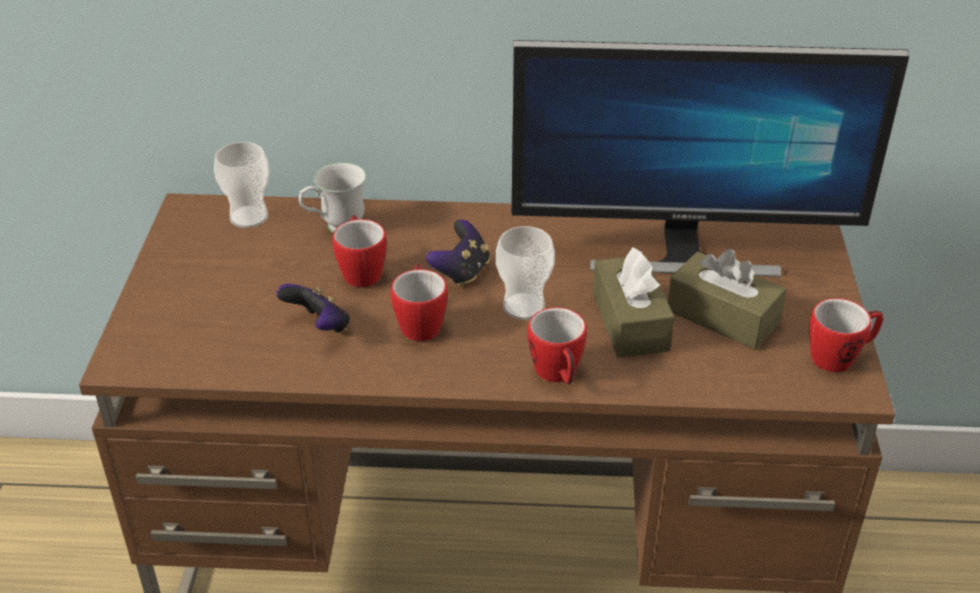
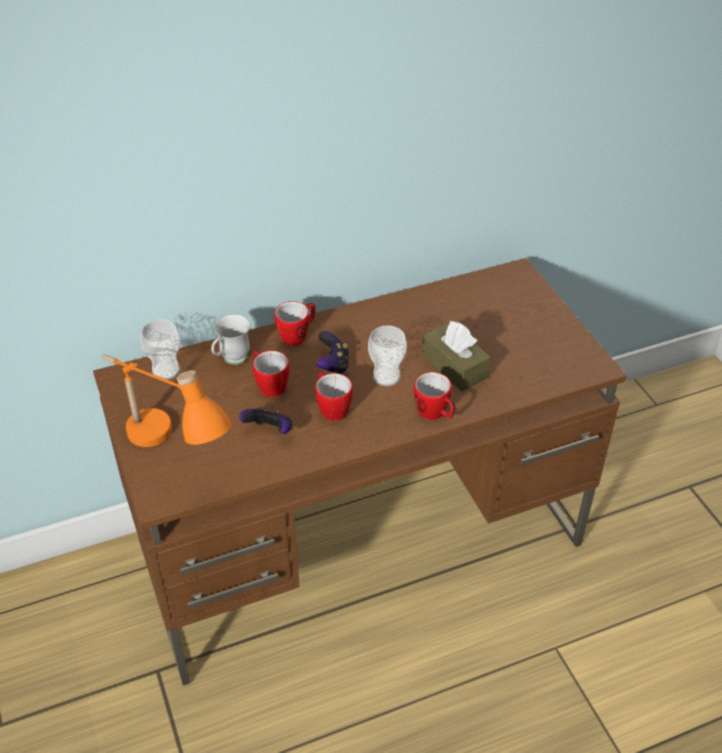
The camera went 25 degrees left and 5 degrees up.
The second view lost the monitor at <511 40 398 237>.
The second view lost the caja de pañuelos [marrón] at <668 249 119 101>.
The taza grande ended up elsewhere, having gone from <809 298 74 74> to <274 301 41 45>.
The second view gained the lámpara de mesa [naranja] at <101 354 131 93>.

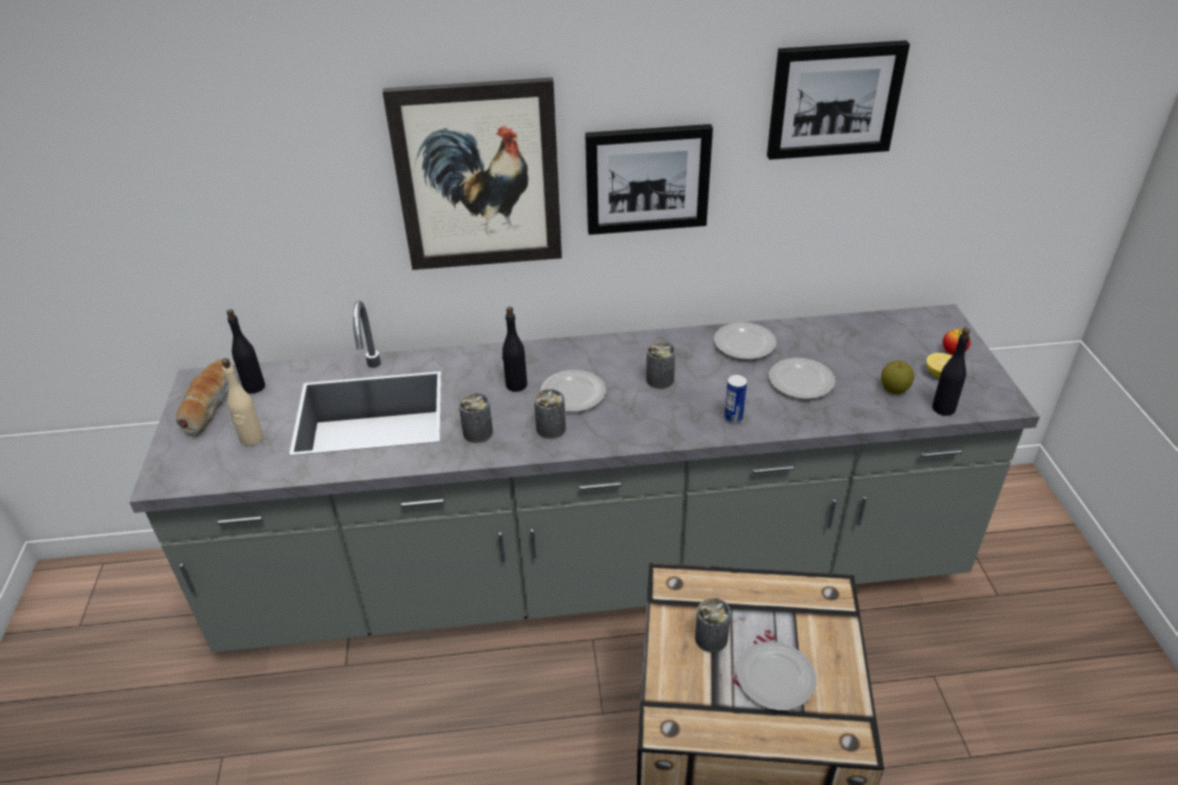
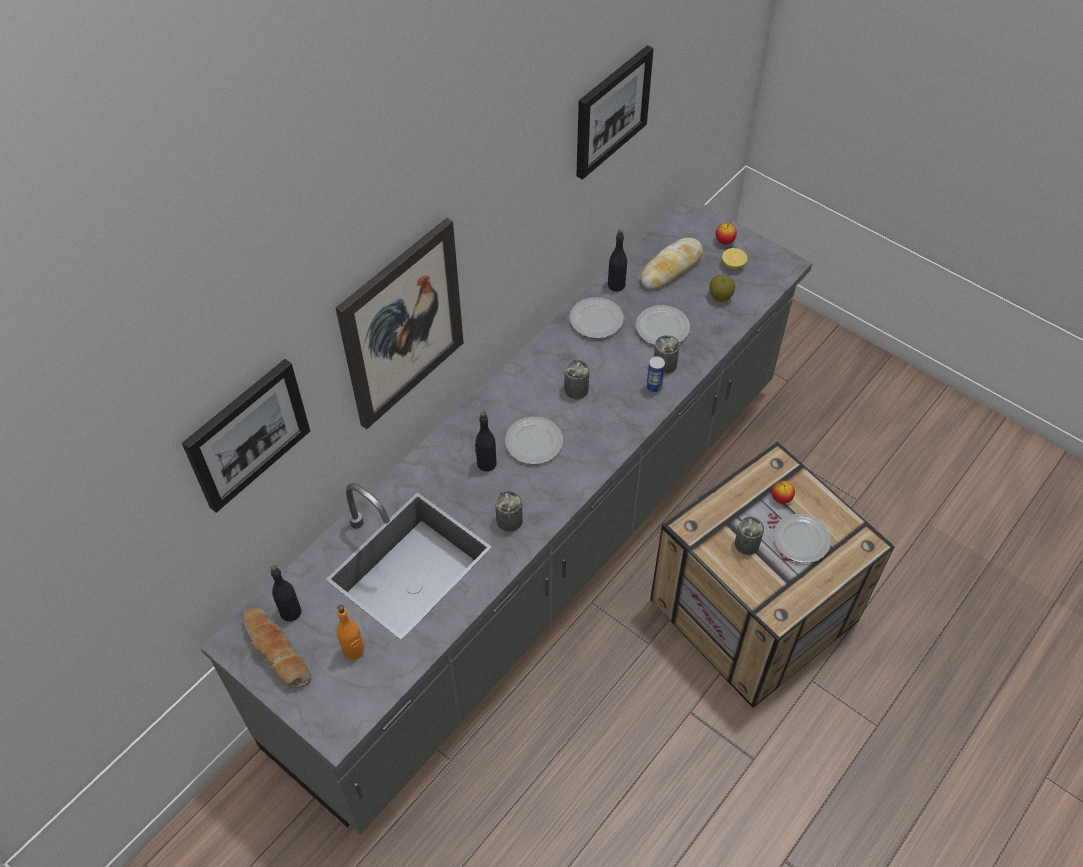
The camera went 45 degrees left and 15 degrees up.
What was the botella [beis] at <222 358 41 88> turned into the botella [naranja] at <337 605 27 55>.
The lata ended up elsewhere, having gone from <534 389 32 50> to <654 335 26 39>.
The cuadro ended up elsewhere, having gone from <585 124 128 111> to <182 359 128 154>.
The botella [negro] ended up elsewhere, having gone from <932 328 38 88> to <608 229 19 63>.
The second view gained the pan at <640 238 63 51>.
The second view gained the manzana at <771 481 24 23>.

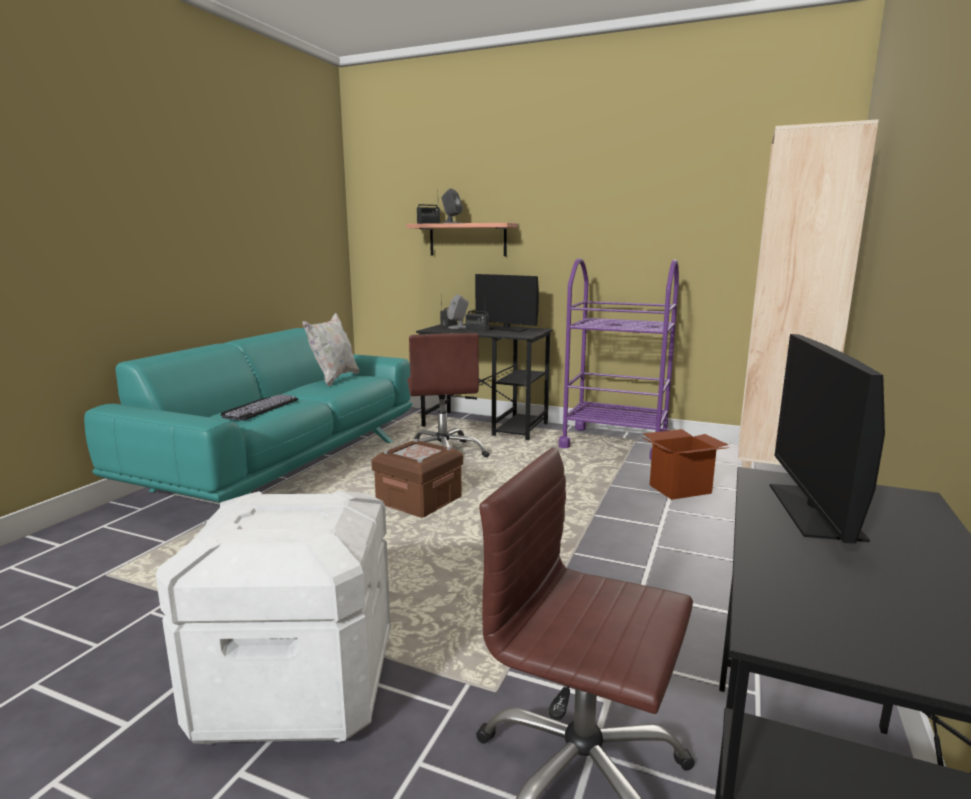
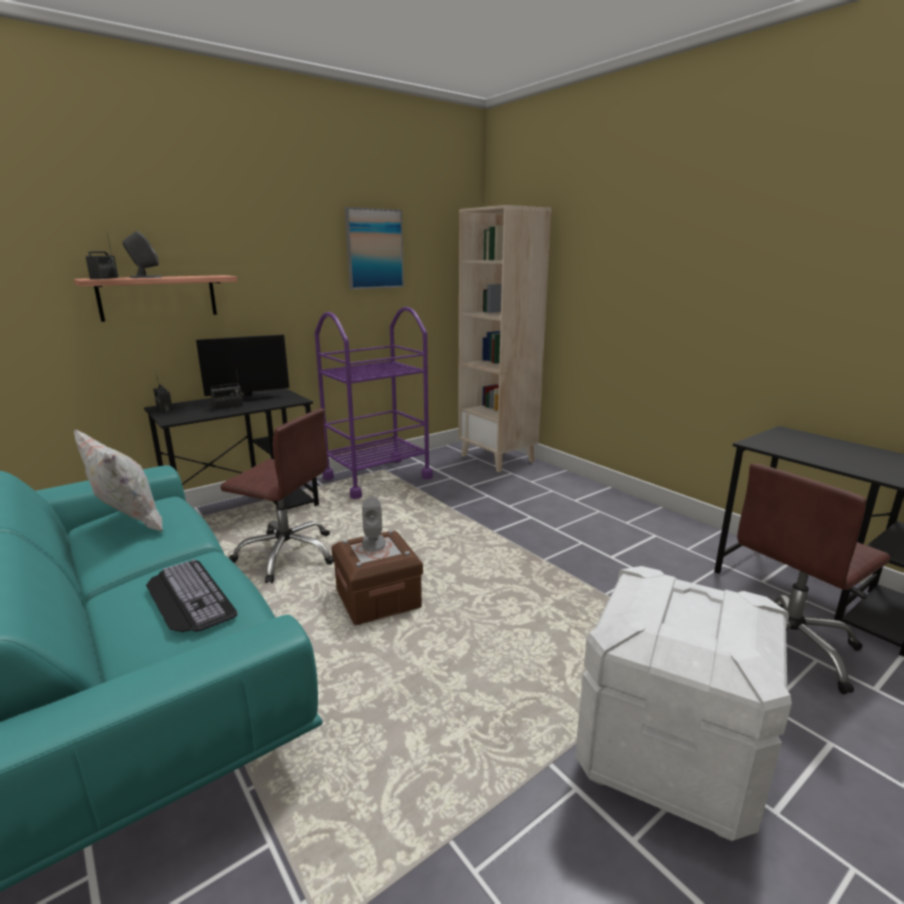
The camera went 60 degrees left and 5 degrees up.
The altavoz [gris] ended up elsewhere, having gone from <447 294 22 35> to <362 497 23 54>.
The second view lost the caja de cartón at <642 429 87 71>.
The second view lost the monitor at <770 334 115 210>.
The second view gained the cuadro at <345 207 59 83>.

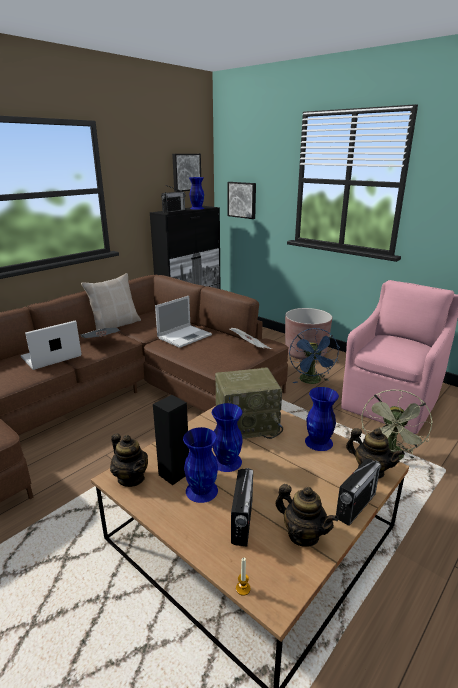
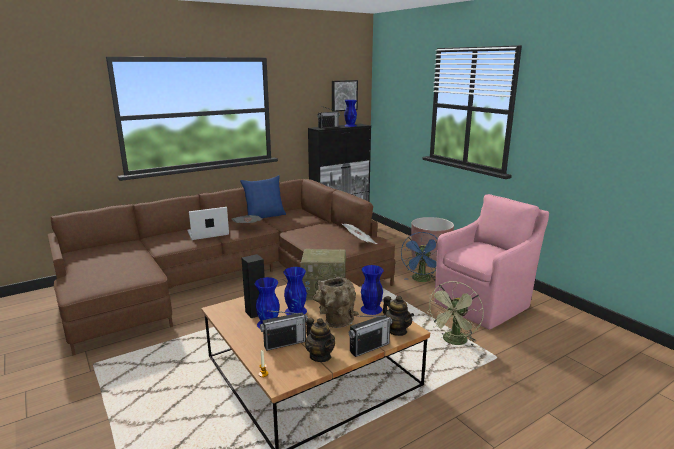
The camera went 15 degrees right and 5 degrees down.
What was the cojín [beis] at <81 273 60 57> turned into the cojín [azul] at <240 175 46 43>.
The second view lost the tetera at <110 433 38 54>.
The second view lost the portátil at <155 296 57 52>.
The second view lost the cuadro at <228 182 28 37>.
The radio at <231 468 22 79> ended up facing another way, 45 degrees clockwise from before.
The second view gained the florero [marrón] at <313 277 46 51>.

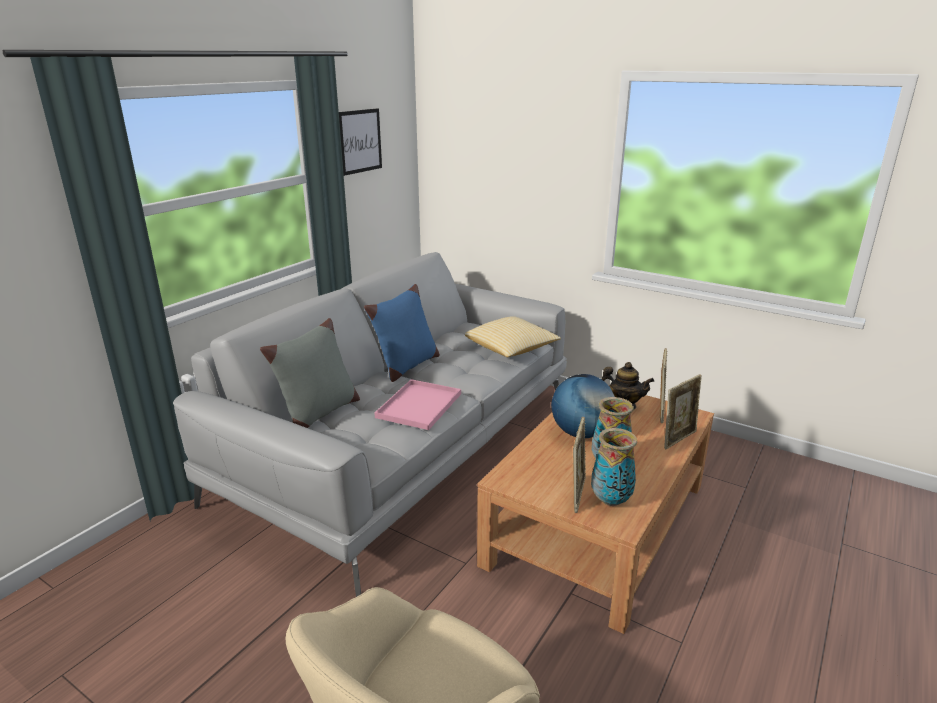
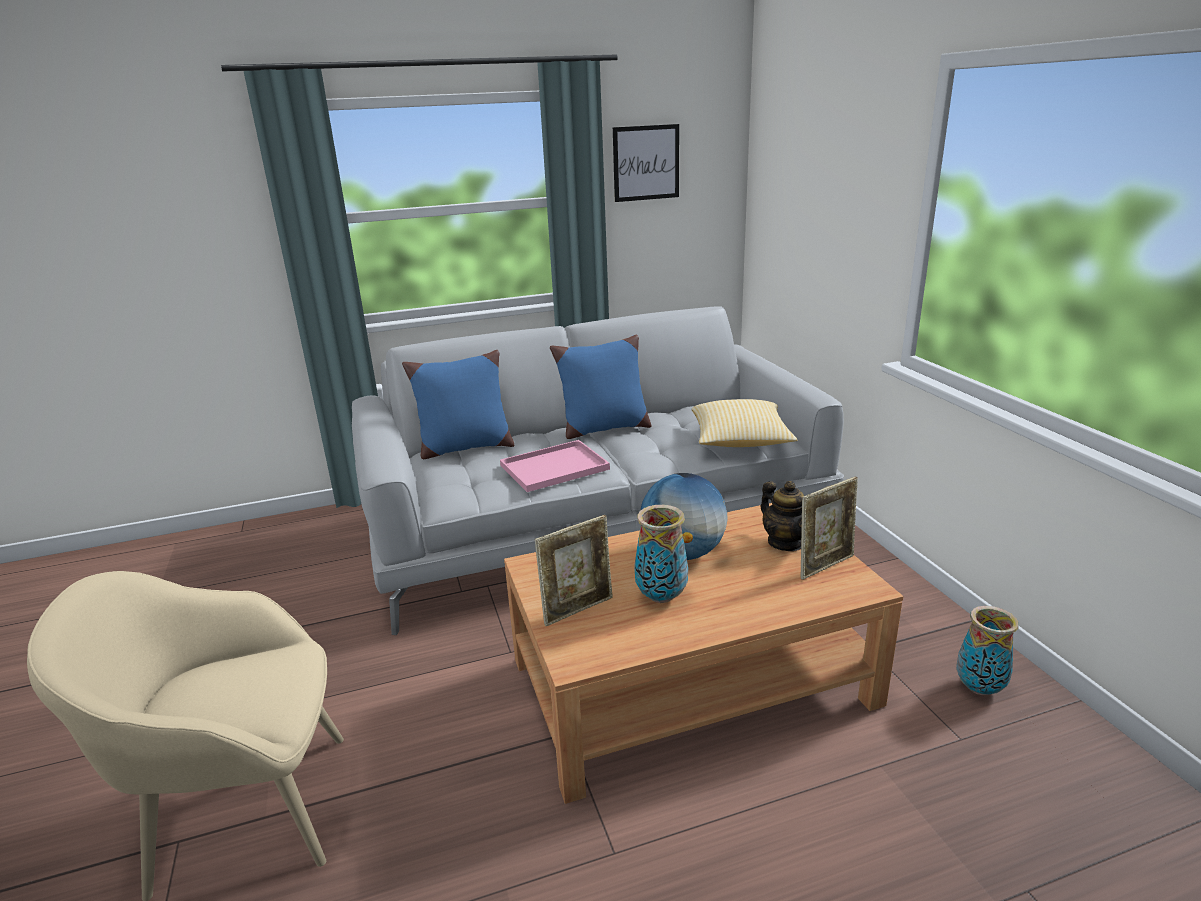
The camera went 40 degrees right and 0 degrees up.
What was the cojín [gris] at <260 318 100 110> turned into the cojín [azul] at <402 350 112 109>.
The florero ended up elsewhere, having gone from <591 428 46 78> to <956 606 63 89>.
The second view lost the portarretratos at <664 374 38 75>.

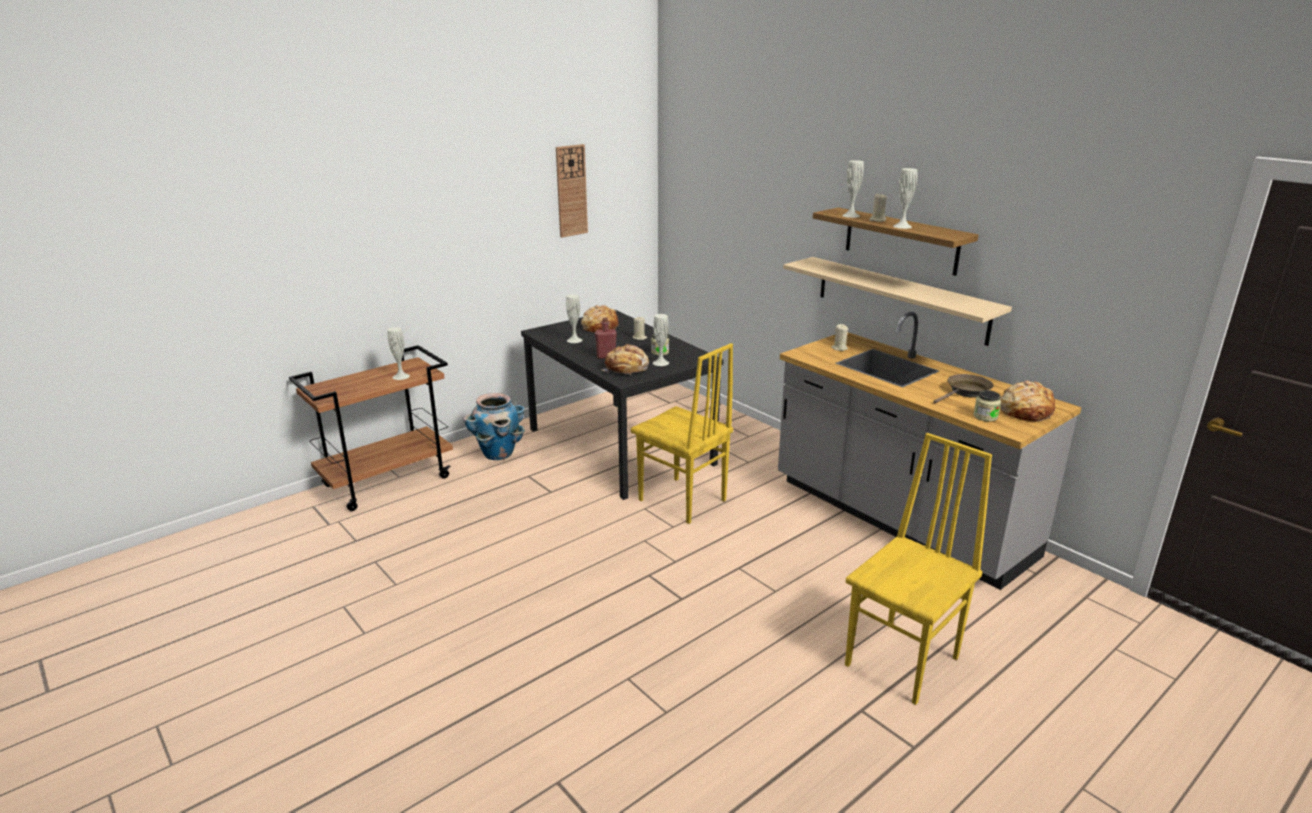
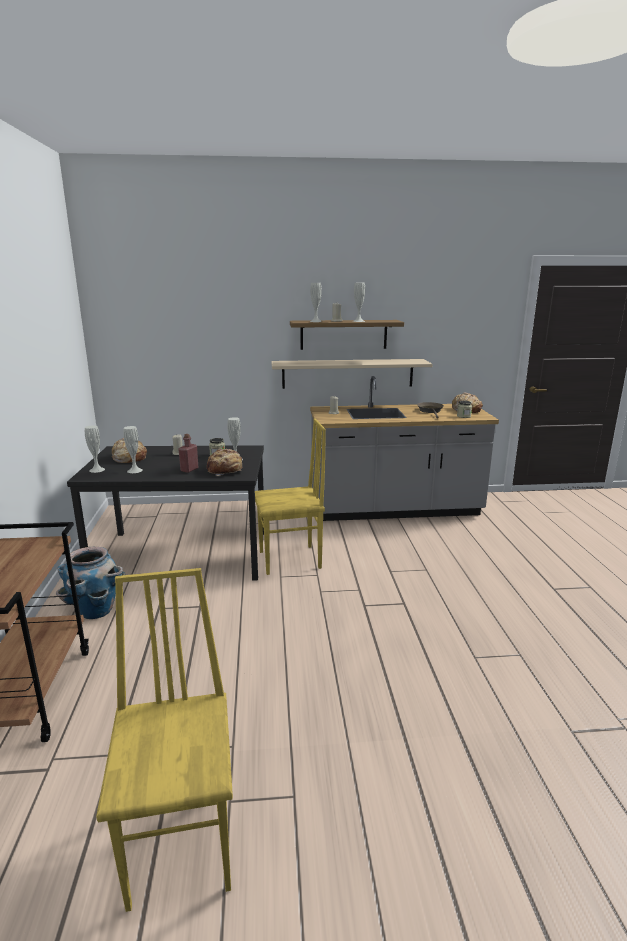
The camera went 55 degrees left and 5 degrees down.
The florero [blanco] ended up elsewhere, having gone from <387 327 23 53> to <85 425 20 48>.
The second view lost the reloj de pared at <556 144 32 94>.
The silla [amarillo] ended up elsewhere, having gone from <845 433 147 272> to <96 568 137 344>.

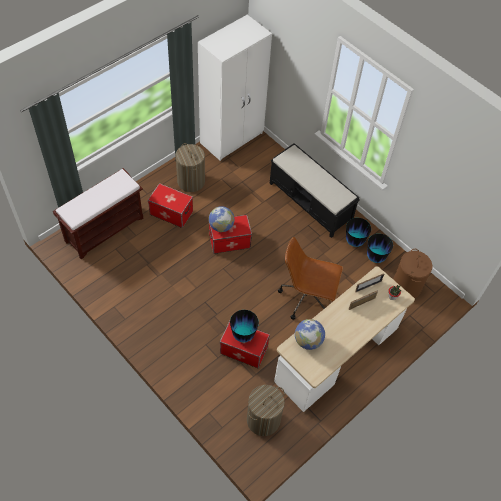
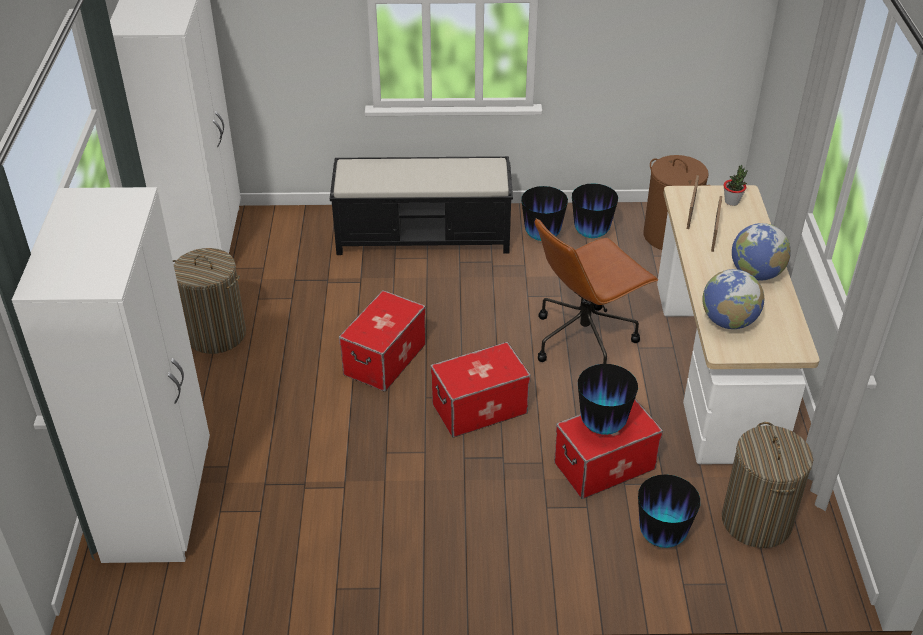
The camera went 45 degrees left and 15 degrees down.
Where the banco [marrón] stood at <53 168 90 91>, the armario ropero [blanco] came to stand at <12 187 198 376>.
The caja de almacenaje ended up elsewhere, having gone from <148 183 45 45> to <431 342 100 96>.
The globo terráqueo ended up elsewhere, having gone from <209 206 26 26> to <732 223 59 58>.
The second view gained the florero at <638 474 62 74>.

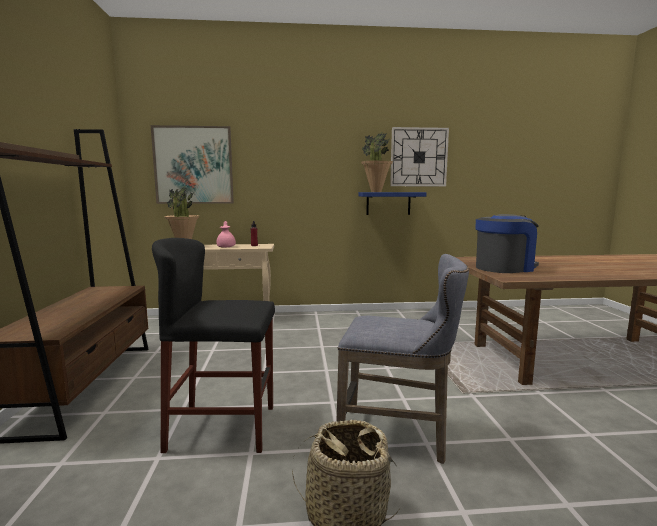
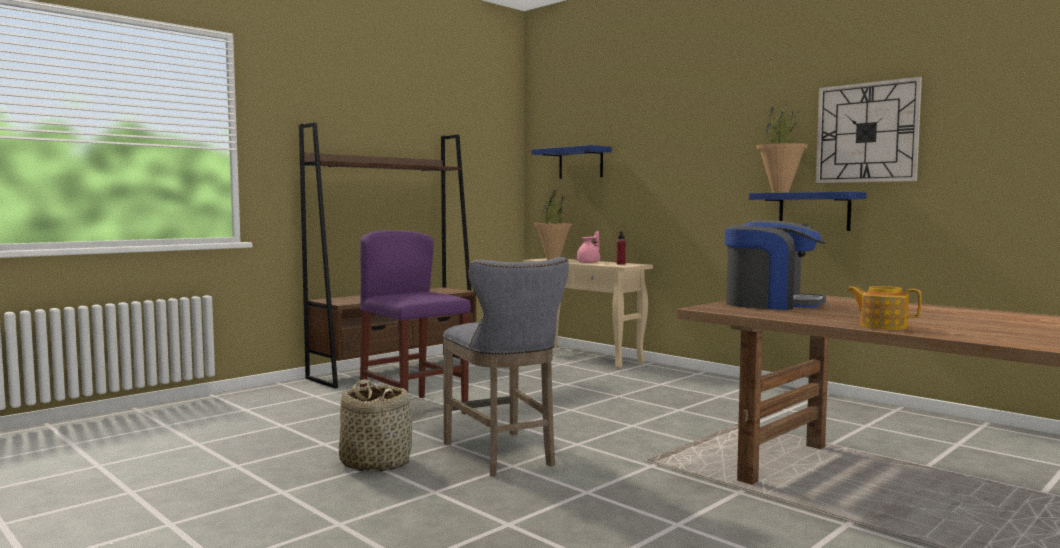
The camera went 50 degrees right and 5 degrees down.
Where the cuadro hung at <151 125 83 79>, the estante [azul] came to hang at <531 145 81 34>.
What was the taburete [negro] at <152 238 123 215> turned into the taburete [morado] at <360 230 111 184>.
The second view gained the tetera at <847 286 75 44>.

